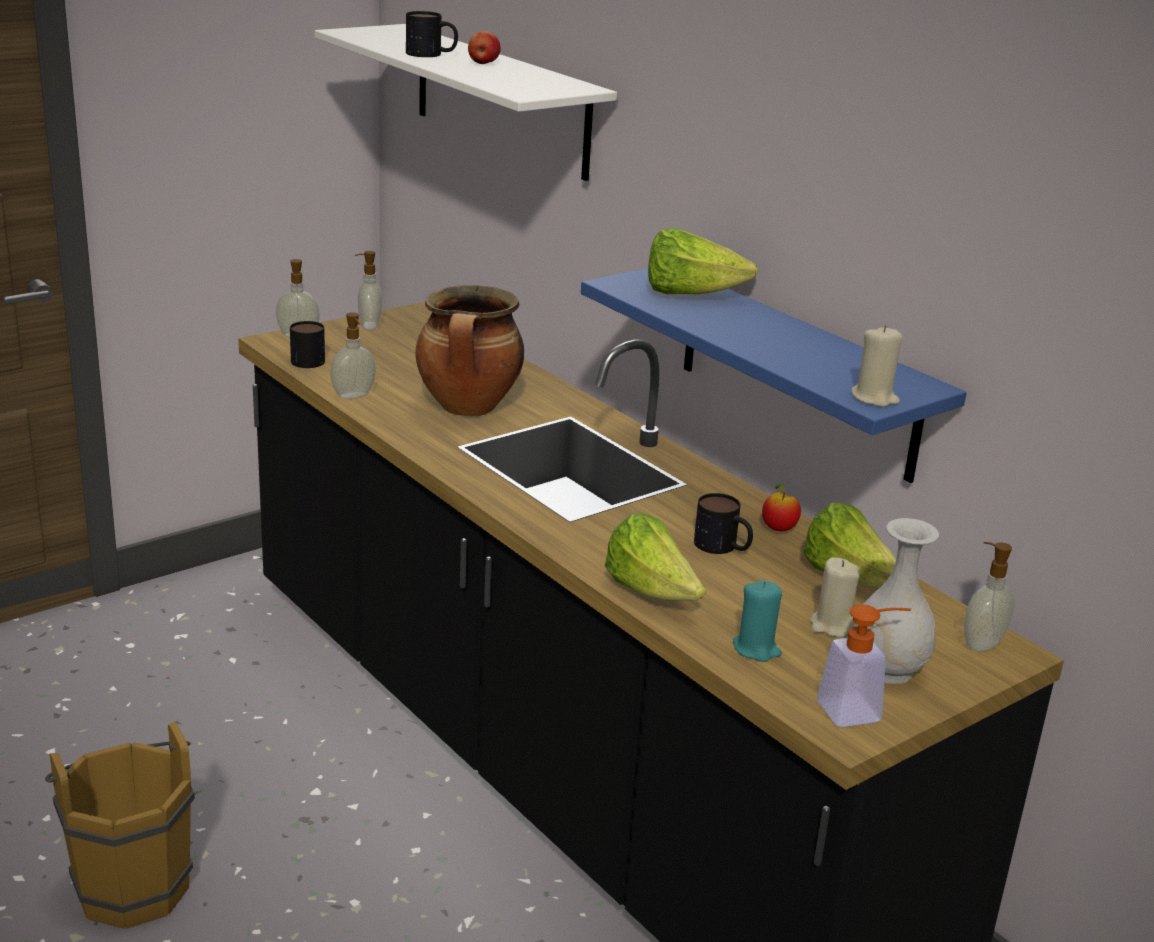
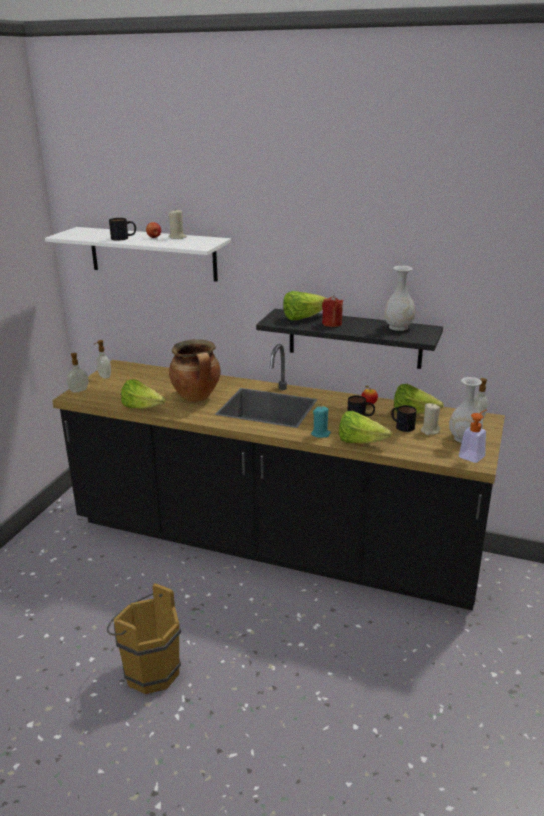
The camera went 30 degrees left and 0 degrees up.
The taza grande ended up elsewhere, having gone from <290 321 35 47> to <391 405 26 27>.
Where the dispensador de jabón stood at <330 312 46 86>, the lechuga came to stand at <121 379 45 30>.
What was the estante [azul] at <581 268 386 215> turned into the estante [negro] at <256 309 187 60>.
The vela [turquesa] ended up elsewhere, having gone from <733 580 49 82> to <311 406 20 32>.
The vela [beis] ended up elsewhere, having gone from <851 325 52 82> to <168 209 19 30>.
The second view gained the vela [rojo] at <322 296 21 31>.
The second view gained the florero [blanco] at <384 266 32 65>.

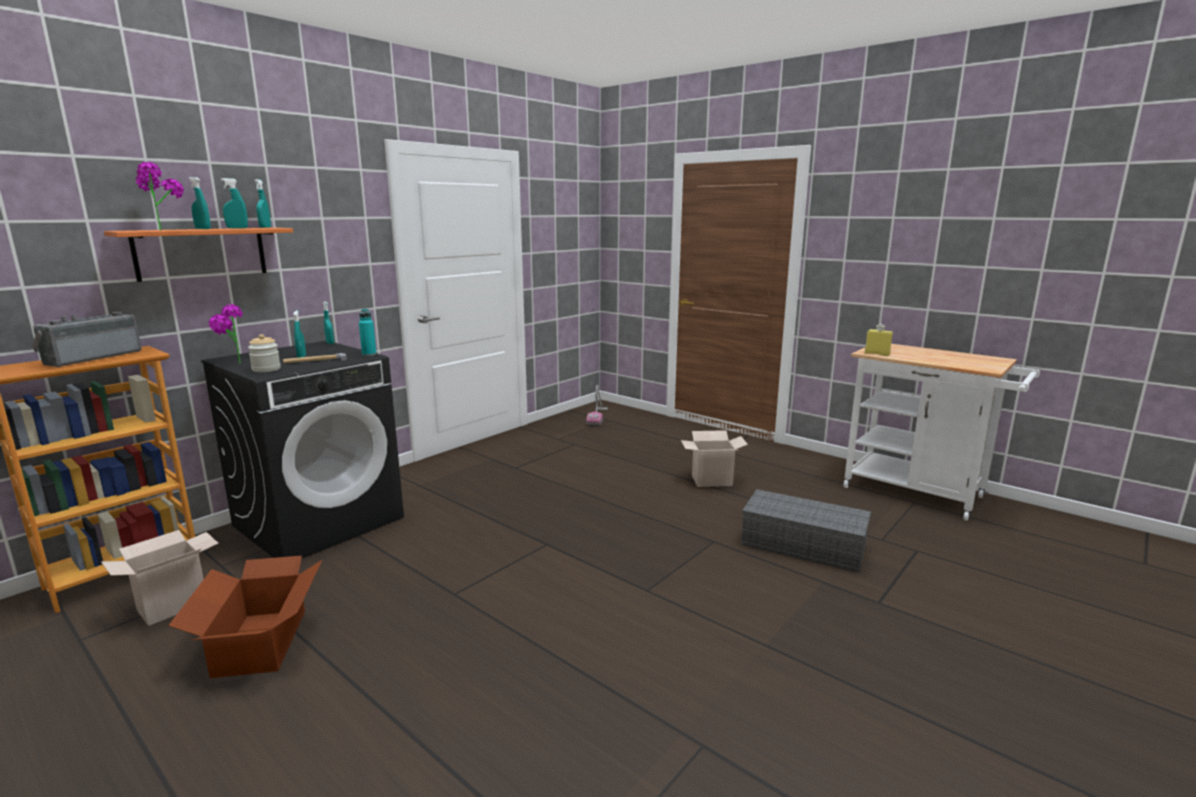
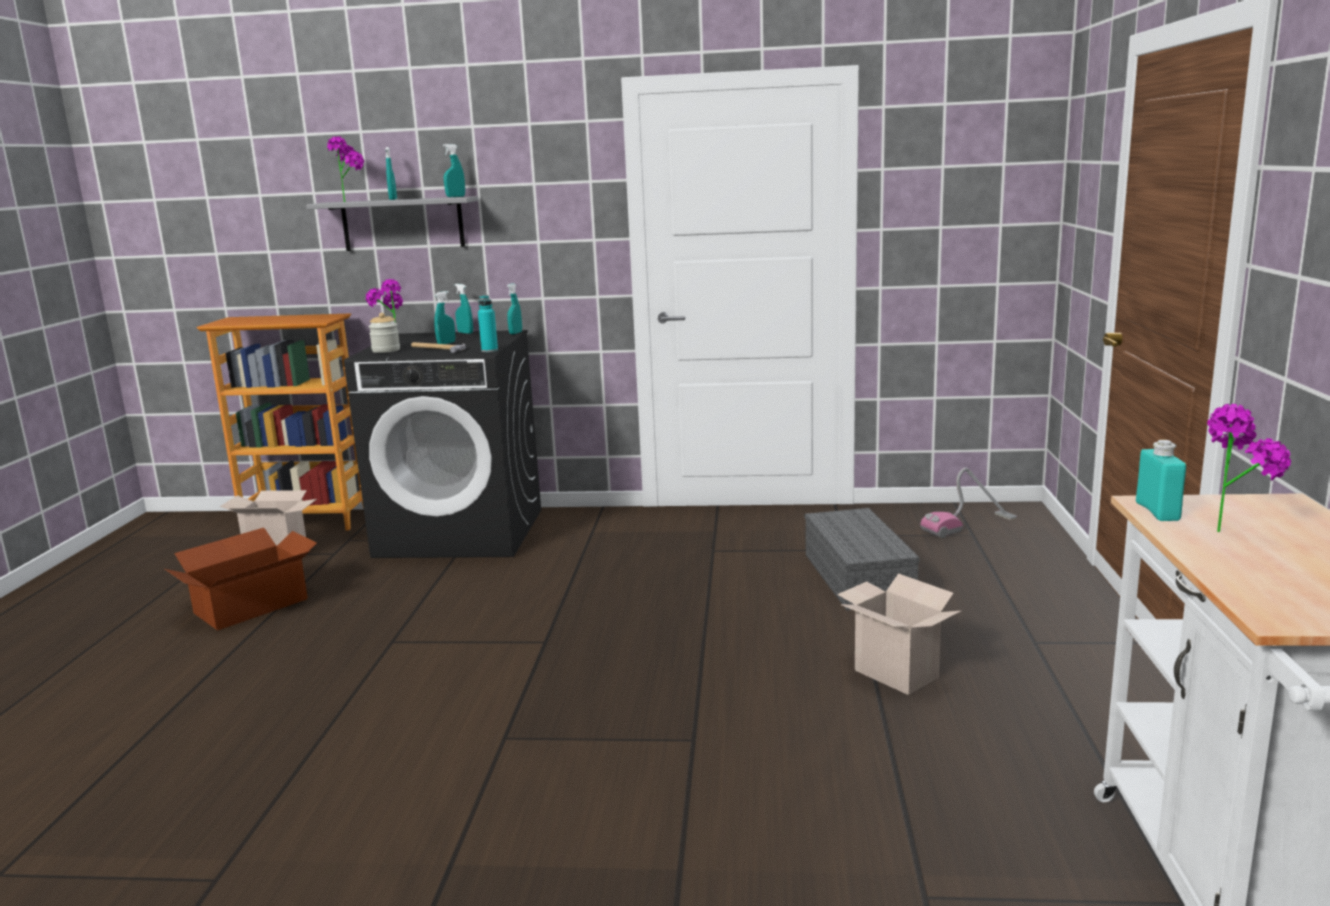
The camera went 55 degrees right and 0 degrees up.
The second view lost the radio at <32 312 110 55>.
What was the estante [naranja] at <104 228 189 54> turned into the estante [gris] at <306 196 173 55>.
The pulverizador [turquesa] ended up elsewhere, having gone from <221 178 27 50> to <455 284 18 50>.
The caja de almacenaje [gris] ended up elsewhere, having gone from <741 489 130 83> to <805 508 115 102>.
What was the botella [amarillo] at <865 324 28 32> turned into the botella [turquesa] at <1136 440 50 81>.
The second view gained the planta en maceta at <1207 404 84 128>.

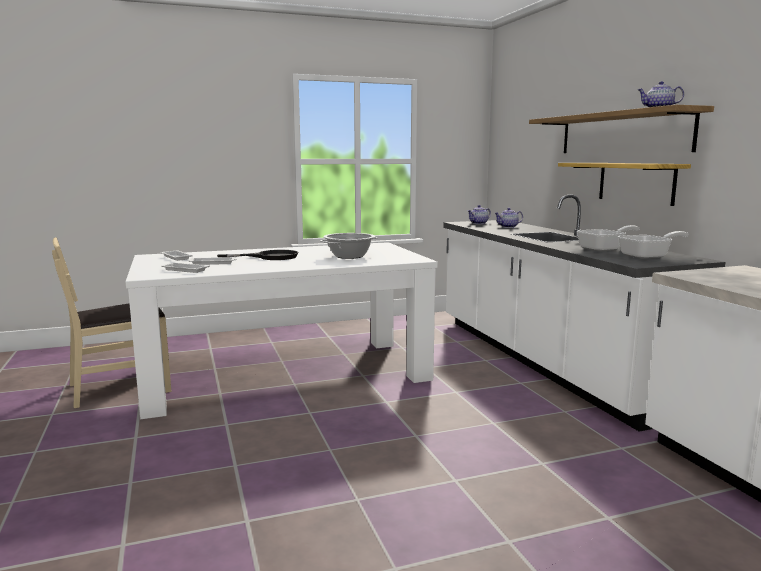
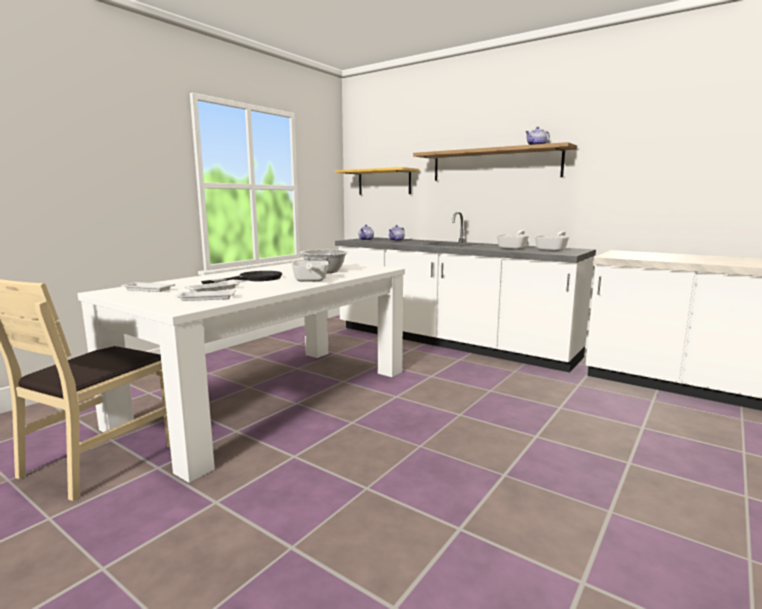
The camera went 35 degrees left and 0 degrees up.
The estante ended up elsewhere, having gone from <558 163 133 43> to <335 167 84 28>.
The second view gained the sartén at <291 261 38 21>.

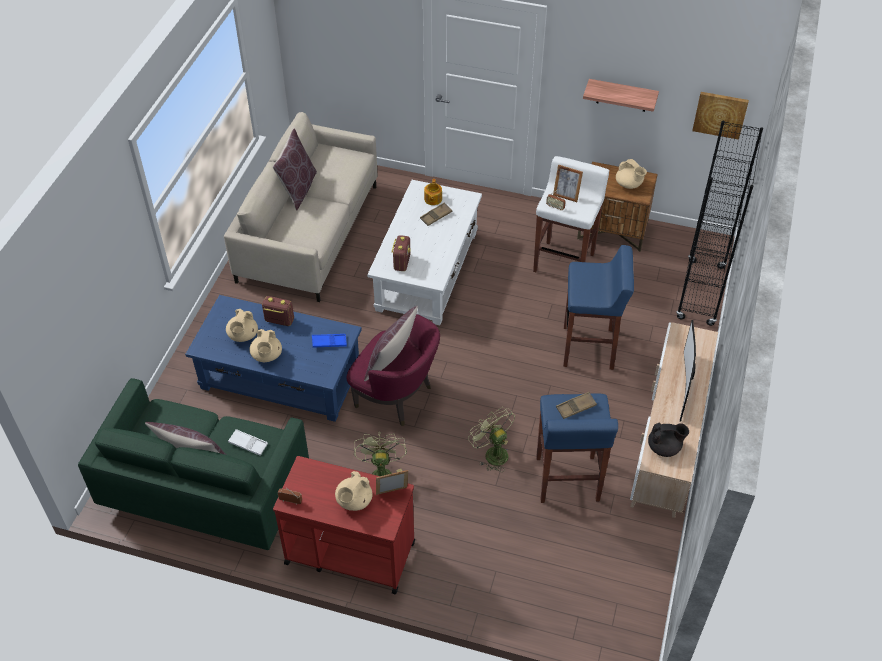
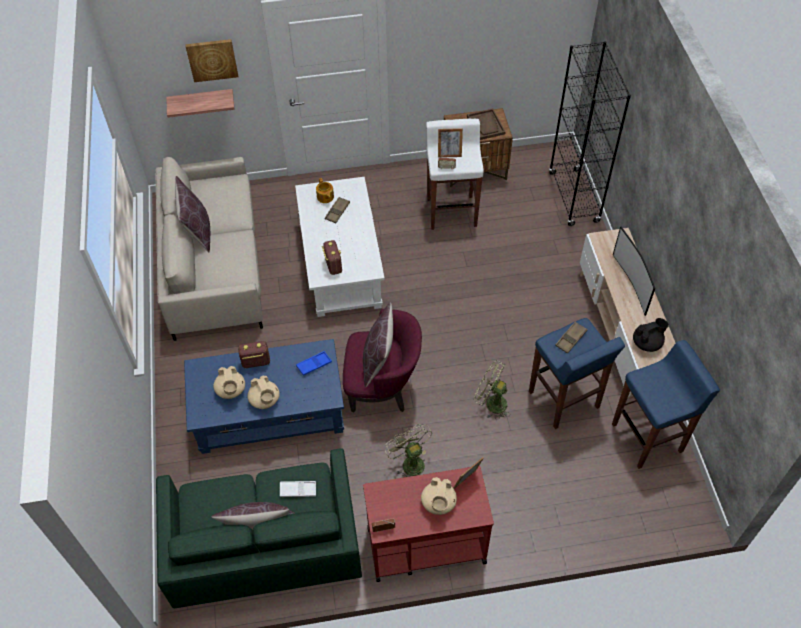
The camera went 25 degrees left and 5 degrees up.
The taburete [azul] ended up elsewhere, having gone from <563 245 71 125> to <612 340 108 129>.
The estante ended up elsewhere, having gone from <583 79 76 33> to <166 89 69 29>.
Where the tetera [beis] stood at <616 159 31 30>, the bandeja [marrón] came to stand at <467 108 39 32>.
The cuadro ended up elsewhere, having gone from <692 92 57 47> to <185 39 53 43>.

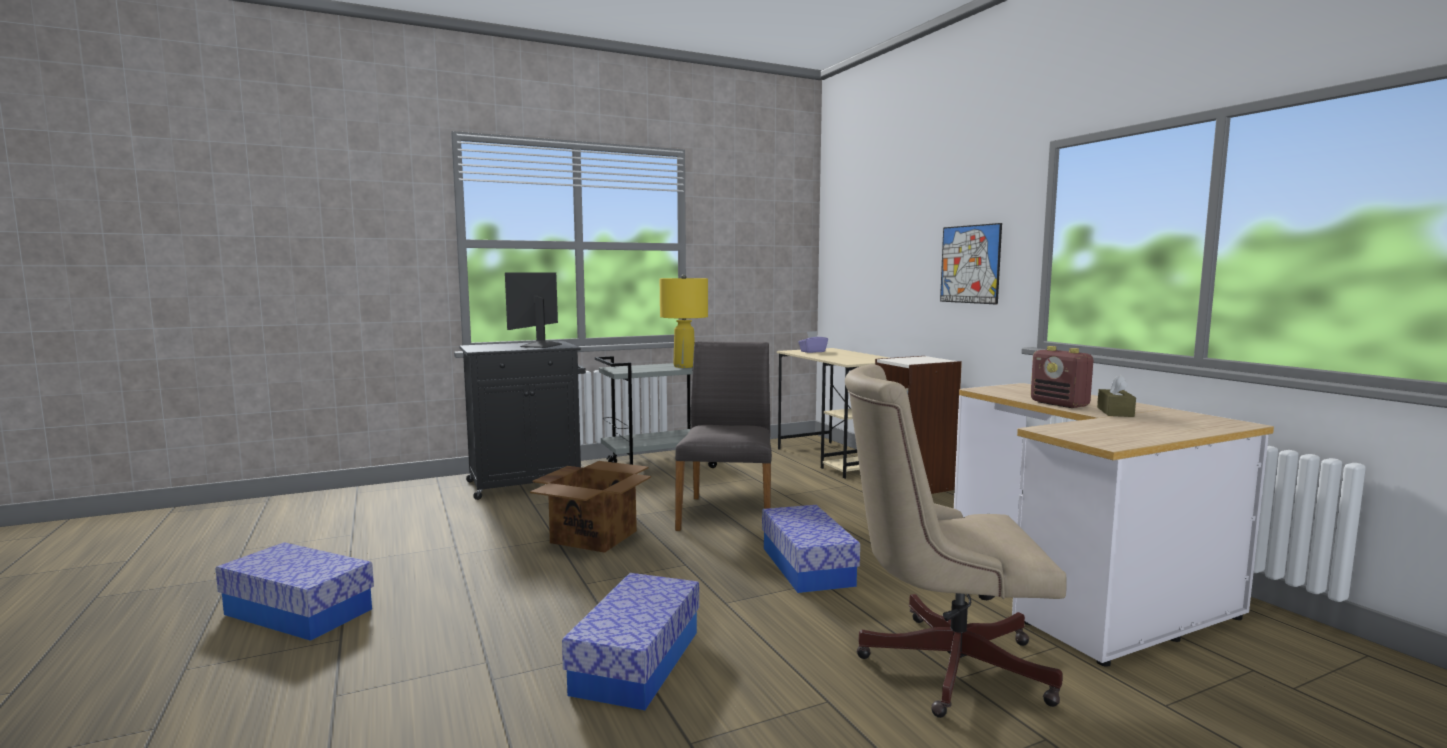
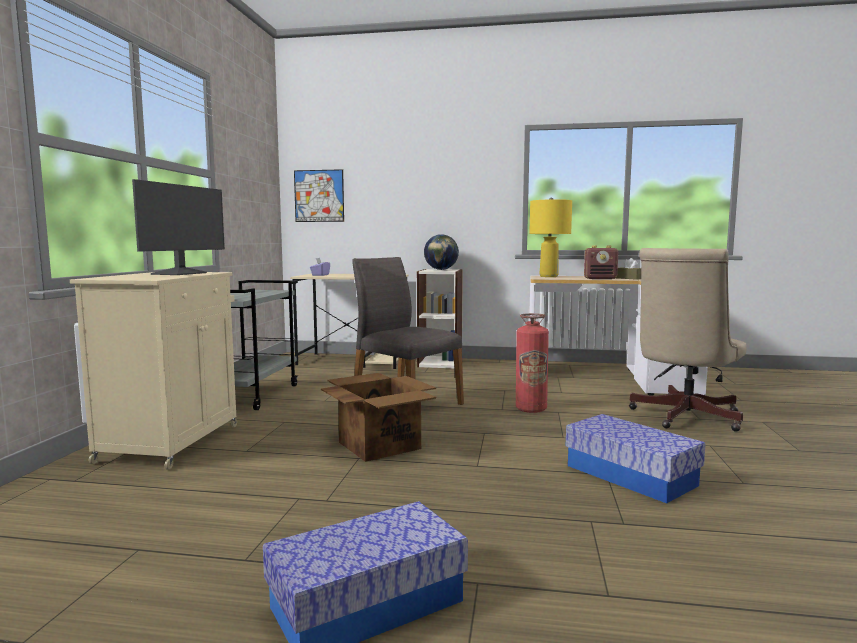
The camera went 55 degrees left and 0 degrees up.
What was the armario [negro] at <459 341 127 159> turned into the armario [beis] at <70 272 167 198>.
The monitor at <505 273 57 75> ended up facing another way, 120 degrees counterclockwise from before.
The lámpara de mesa [amarillo] ended up elsewhere, having gone from <660 275 48 93> to <529 198 43 79>.
Where the caja de almacenaje stood at <762 505 98 88>, the extintor came to stand at <516 313 33 100>.
The cuadro ended up elsewhere, having gone from <940 223 62 82> to <294 169 50 53>.
The second view gained the globo terráqueo at <424 234 35 36>.

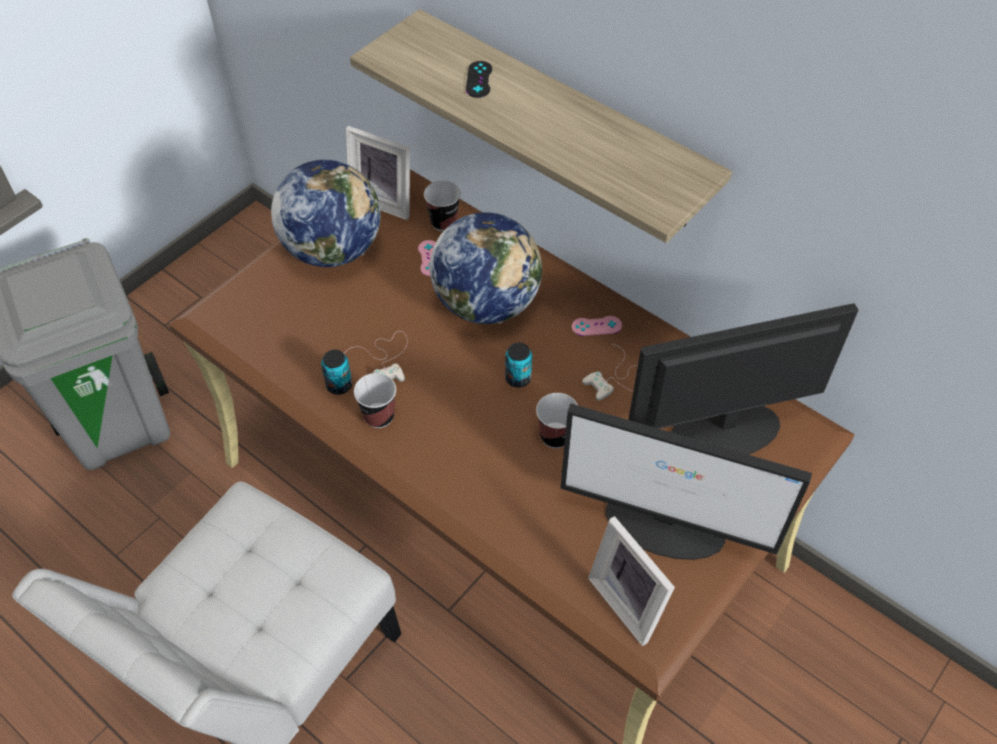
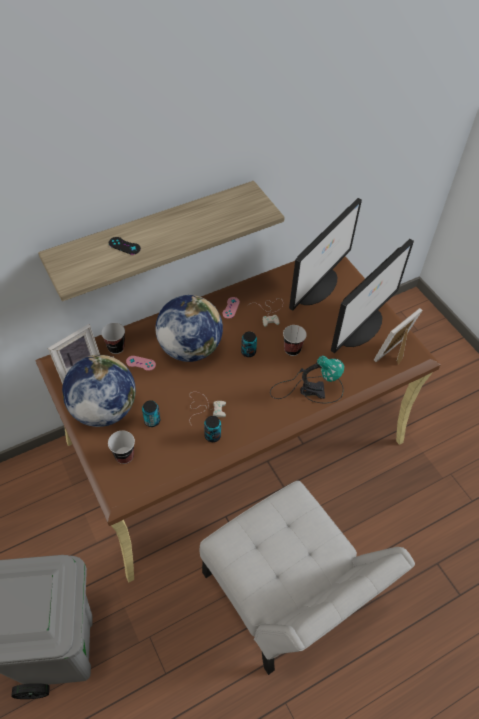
The camera went 70 degrees left and 0 degrees up.
The taza ended up elsewhere, having gone from <354 373 42 55> to <108 430 27 34>.
The portarretratos at <588 516 87 130> ended up facing another way, 150 degrees clockwise from before.
The monitor at <628 303 230 151> ended up facing another way, 150 degrees counterclockwise from before.
The second view gained the lata at <142 400 18 27>.
The second view gained the lámpara de mesa at <270 356 74 47>.

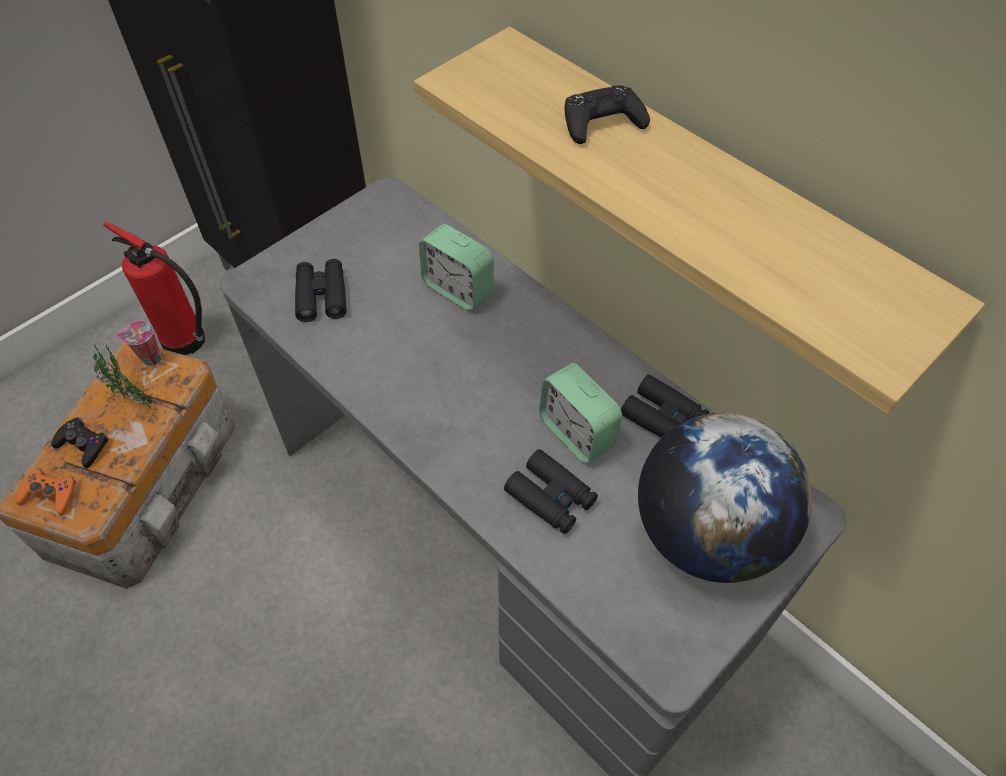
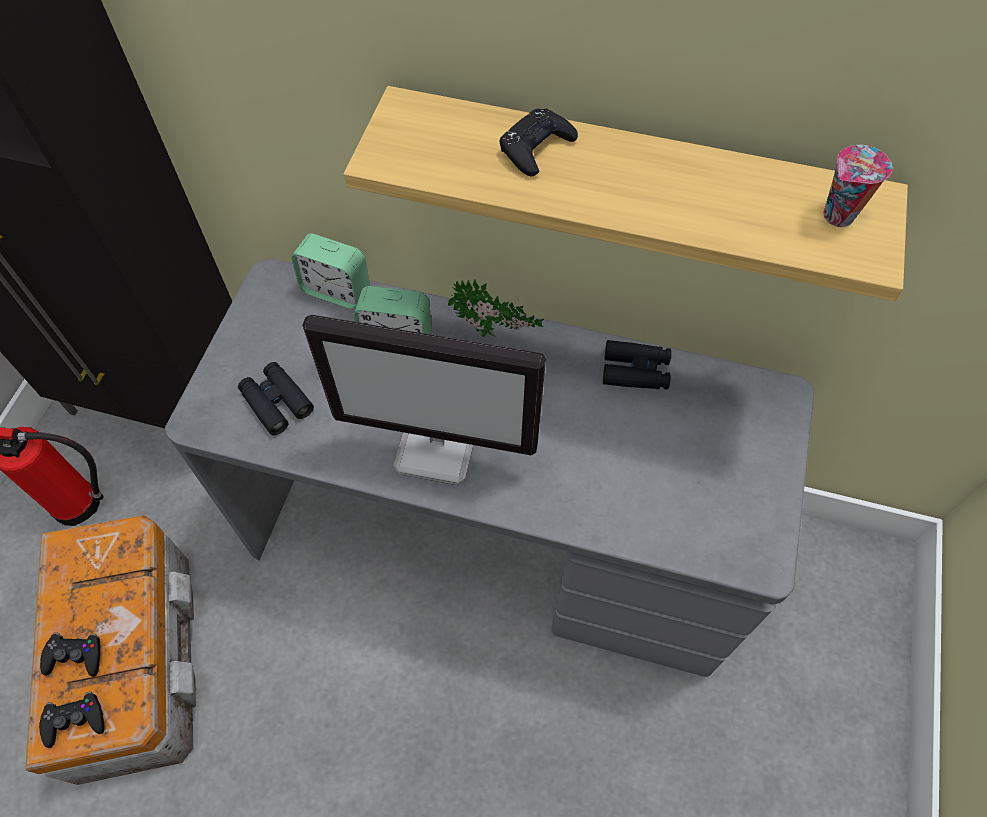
The camera went 30 degrees left and 5 degrees up.
What was the mando de consola [naranja] at <15 468 61 48> turned into the mando de consola [negro] at <39 691 66 57>.
The planta en maceta ended up elsewhere, having gone from <93 345 65 63> to <448 279 96 58>.
The taza ended up elsewhere, having gone from <117 321 44 45> to <823 145 69 82>.
The second view lost the prismáticos [negro] at <504 449 94 85>.
The despertador ended up elsewhere, having gone from <539 363 83 101> to <291 233 79 76>.
The second view lost the globo terráqueo at <638 413 174 170>.
The second view gained the monitor at <302 315 244 170>.

